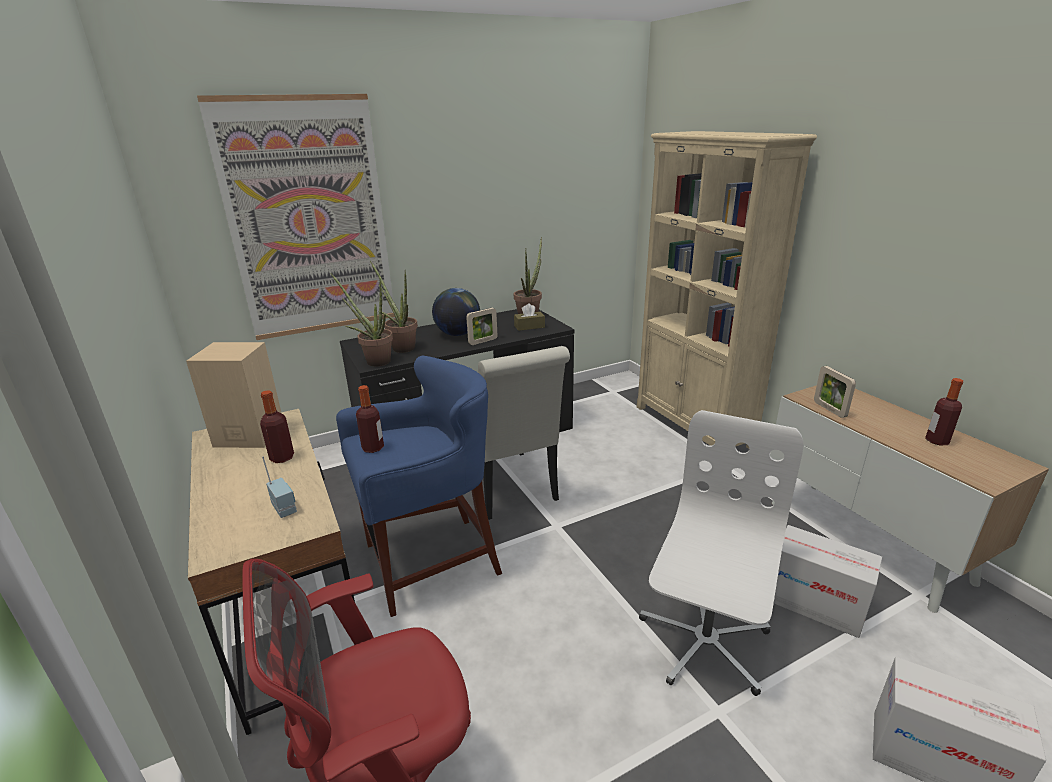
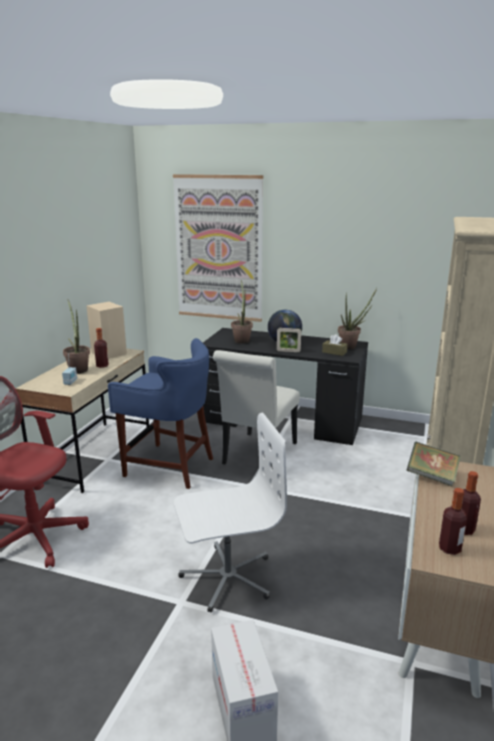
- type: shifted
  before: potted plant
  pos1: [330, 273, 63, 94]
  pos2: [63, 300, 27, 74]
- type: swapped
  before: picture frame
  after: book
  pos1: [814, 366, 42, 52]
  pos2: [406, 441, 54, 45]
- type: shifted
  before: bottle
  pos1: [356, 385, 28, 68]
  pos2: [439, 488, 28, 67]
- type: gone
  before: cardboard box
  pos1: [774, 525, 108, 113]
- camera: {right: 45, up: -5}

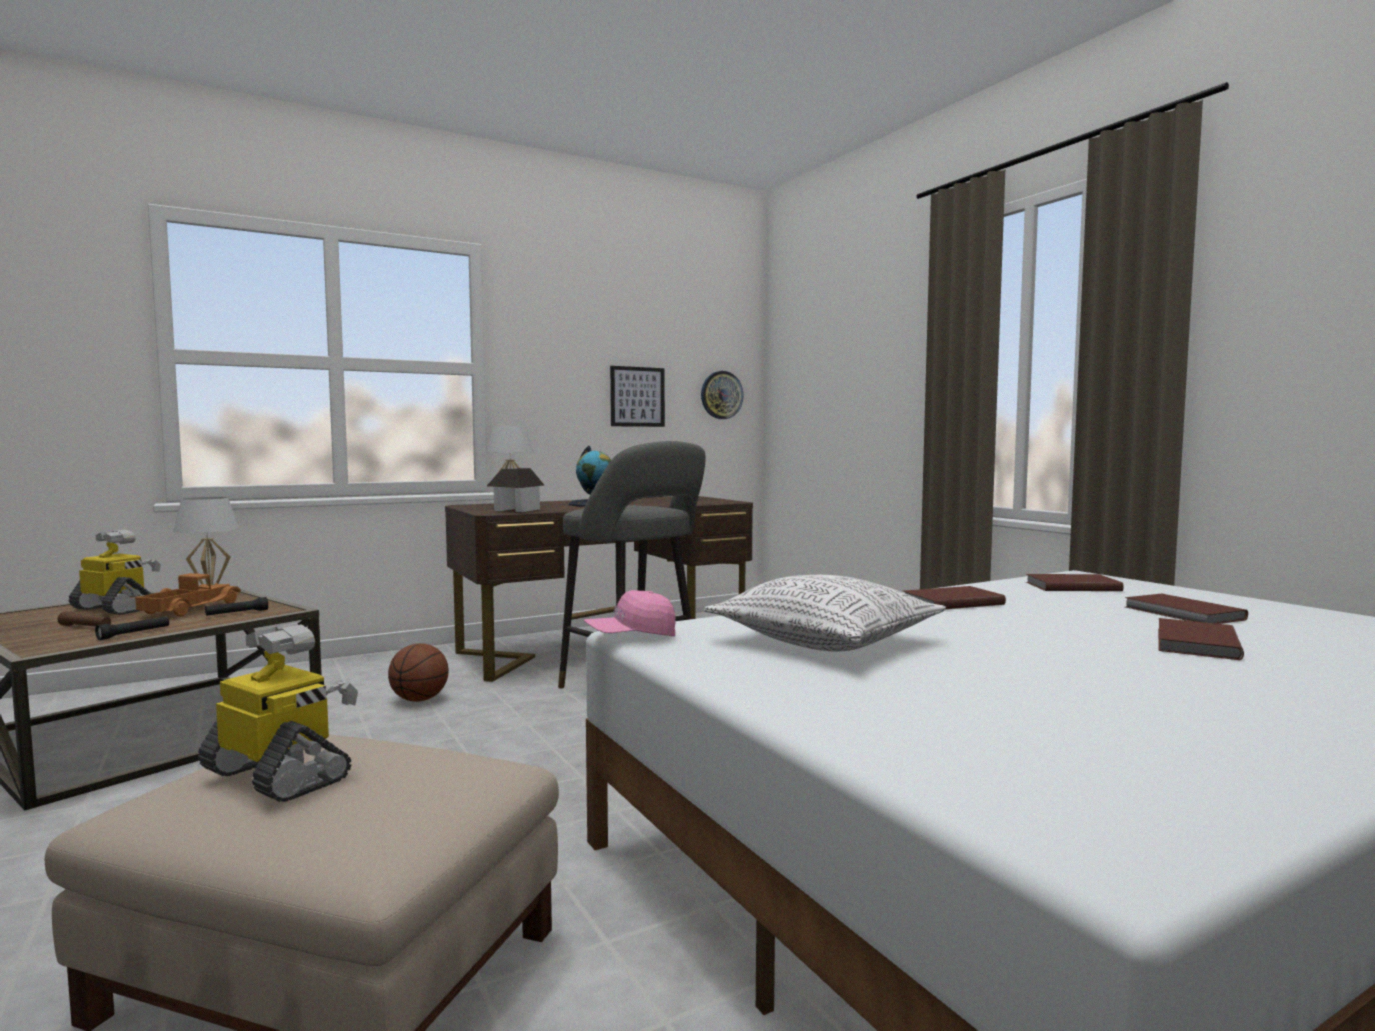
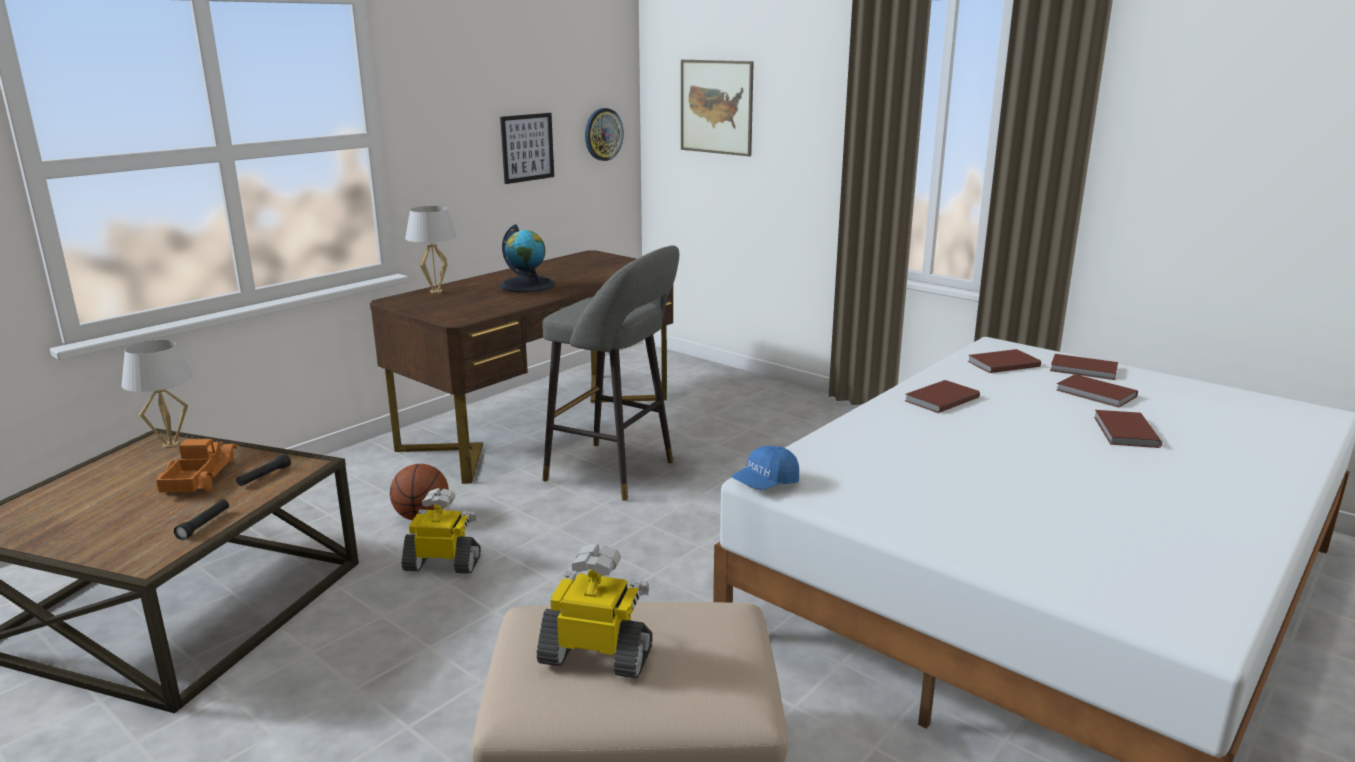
- type: shifted
  before: toy robot
  pos1: [69, 529, 92, 86]
  pos2: [401, 488, 80, 86]
- type: new
  after: picture
  pos2: [681, 60, 73, 96]
- type: repainted
  before: pink cap
  after: blue cap
  pos1: [584, 590, 92, 47]
  pos2: [731, 446, 68, 44]
- type: new
  after: brown book
  pos2: [1050, 354, 68, 26]
- type: gone
  before: brown flashlight
  pos1: [57, 611, 54, 15]
- type: gone
  before: toy house
  pos1: [487, 468, 57, 44]
- type: gone
  before: pillow
  pos1: [704, 575, 242, 77]
- camera: {right: -20, up: 15}

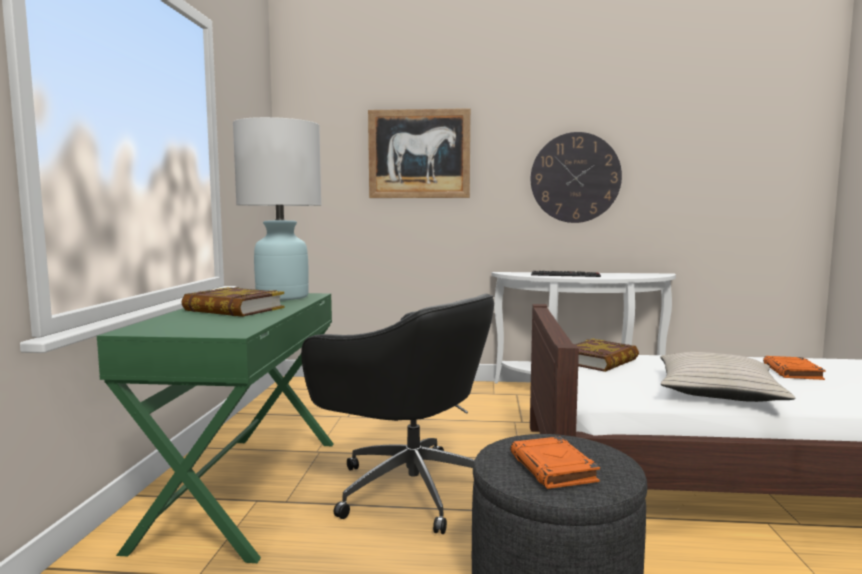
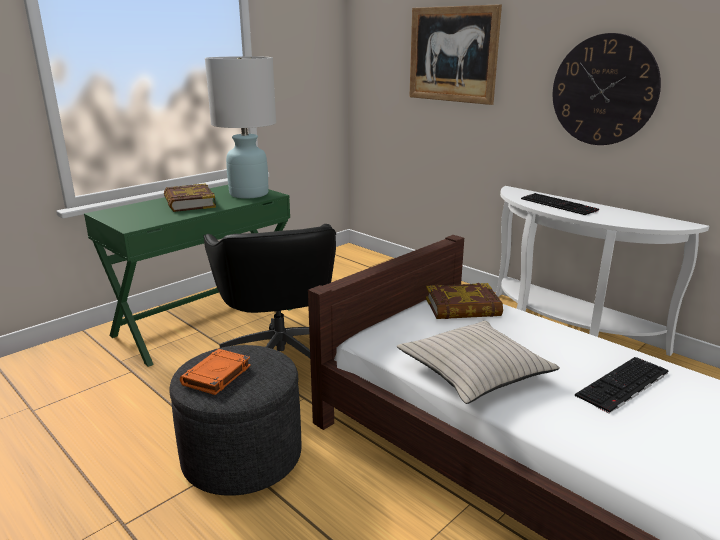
- type: swapped
  before: orange book
  after: keyboard
  pos1: [763, 356, 63, 24]
  pos2: [575, 357, 93, 57]
- camera: {right: 40, up: 15}

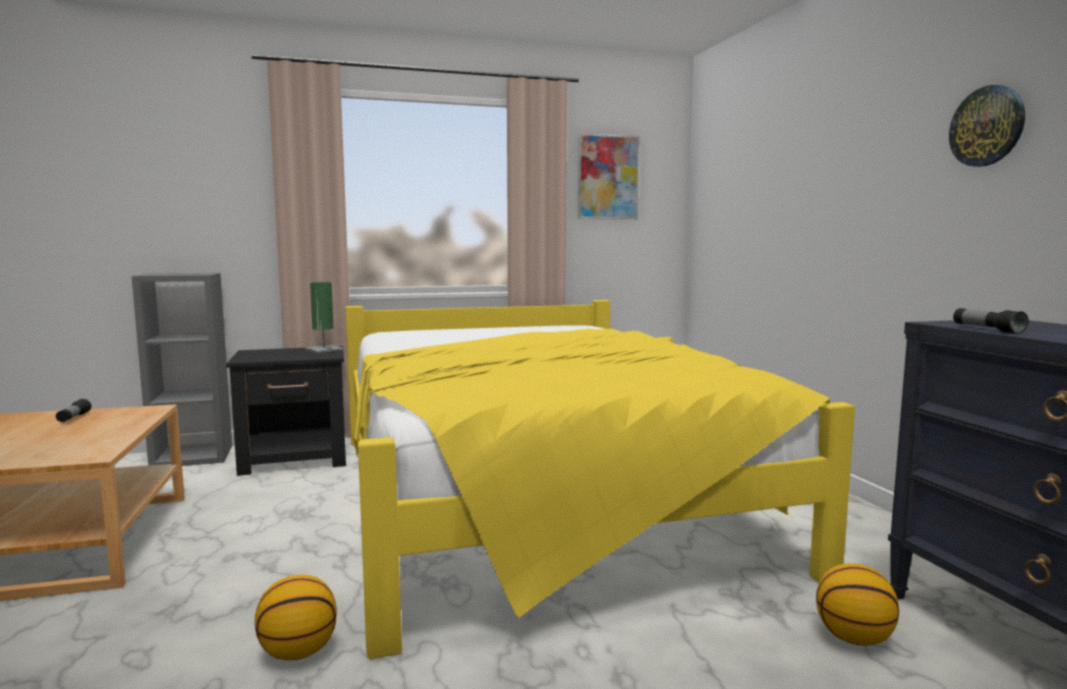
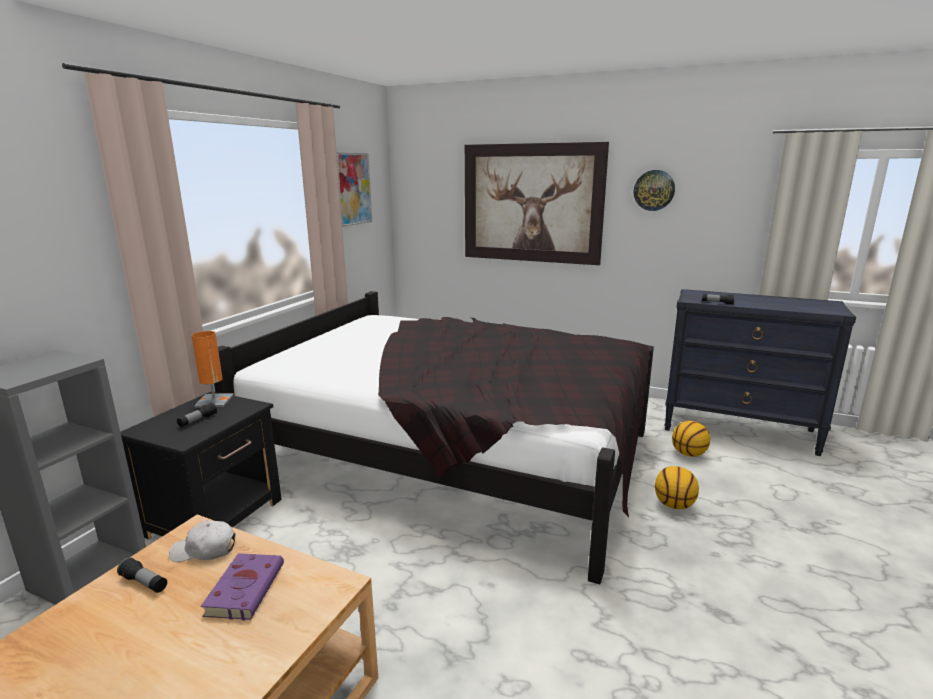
- type: new
  after: white cap
  pos2: [169, 520, 66, 42]
- type: new
  after: flashlight
  pos2: [177, 402, 41, 25]
- type: repainted
  before: green table lamp
  after: orange table lamp
  pos1: [305, 282, 38, 71]
  pos2: [191, 331, 43, 77]
- type: new
  after: purple book
  pos2: [201, 553, 83, 67]
- type: repainted
  before: yellow bed
  after: black bed
  pos1: [345, 300, 510, 359]
  pos2: [214, 291, 440, 293]
- type: new
  after: picture
  pos2: [465, 142, 144, 123]
- type: shifted
  before: basketball
  pos1: [255, 575, 82, 85]
  pos2: [655, 466, 44, 43]
- camera: {right: -50, up: 10}

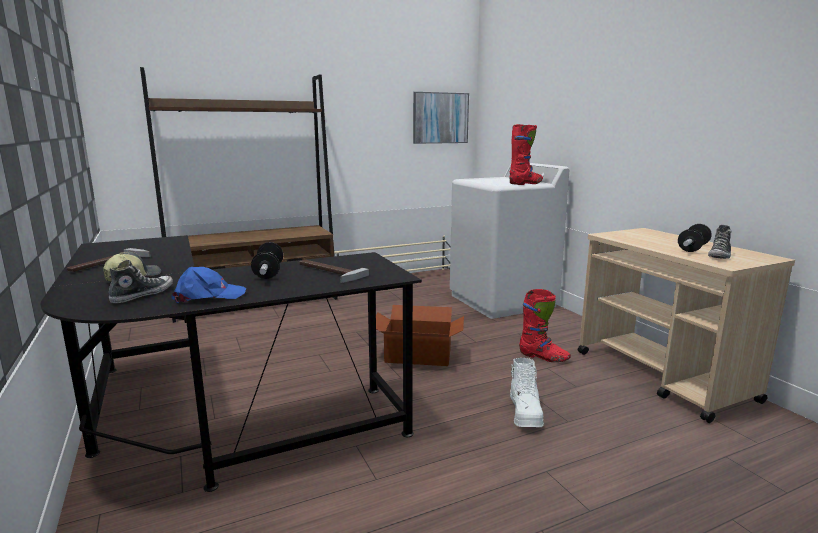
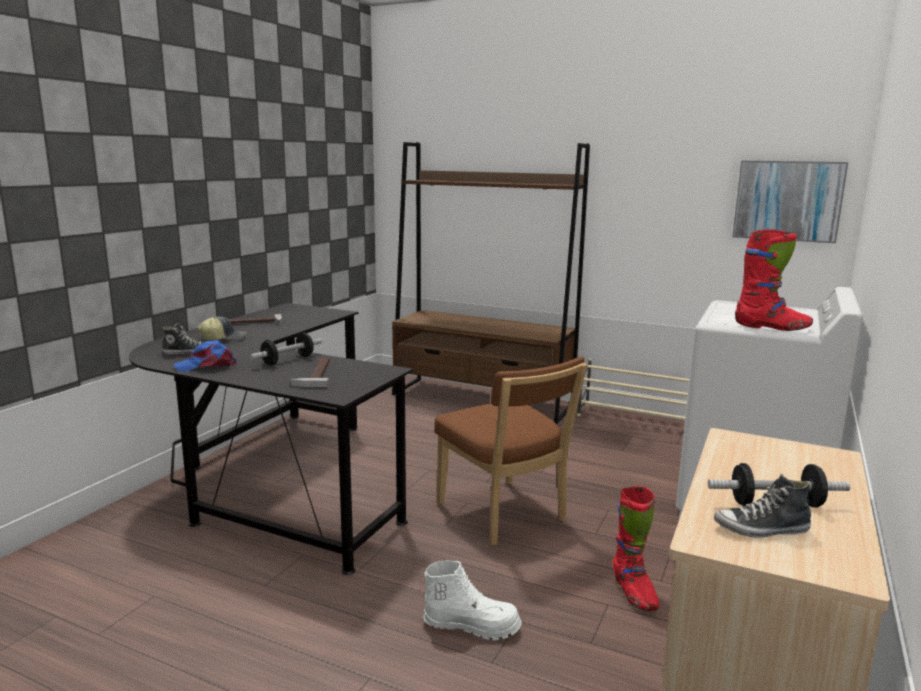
- type: rotated
  before: blue cap
  pos1: [171, 267, 75, 36]
  pos2: [174, 340, 63, 32]
  turn: 135
- type: rotated
  before: white boot
  pos1: [510, 358, 34, 69]
  pos2: [423, 561, 99, 79]
  turn: -135
- type: swapped
  before: cardboard box
  after: brown chair
  pos1: [376, 305, 88, 61]
  pos2: [434, 356, 153, 190]
- camera: {right: 50, up: 0}

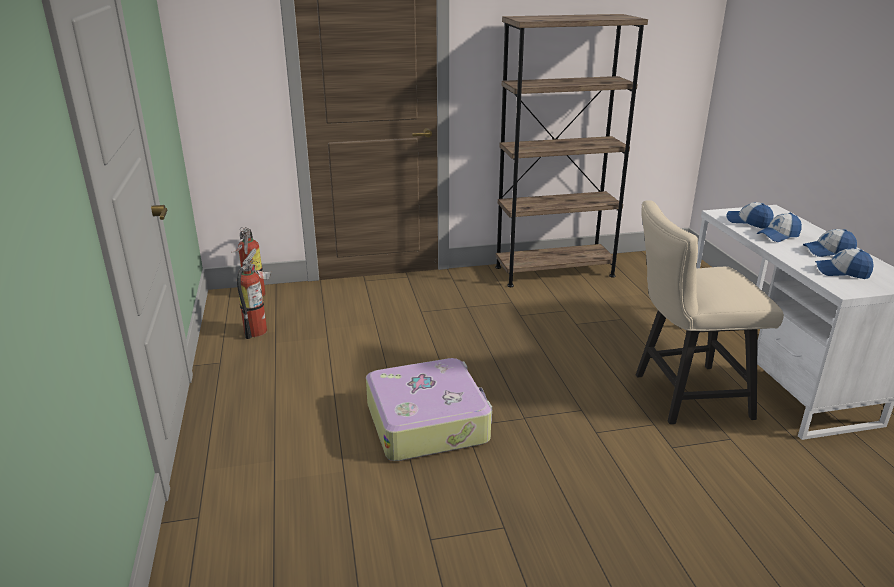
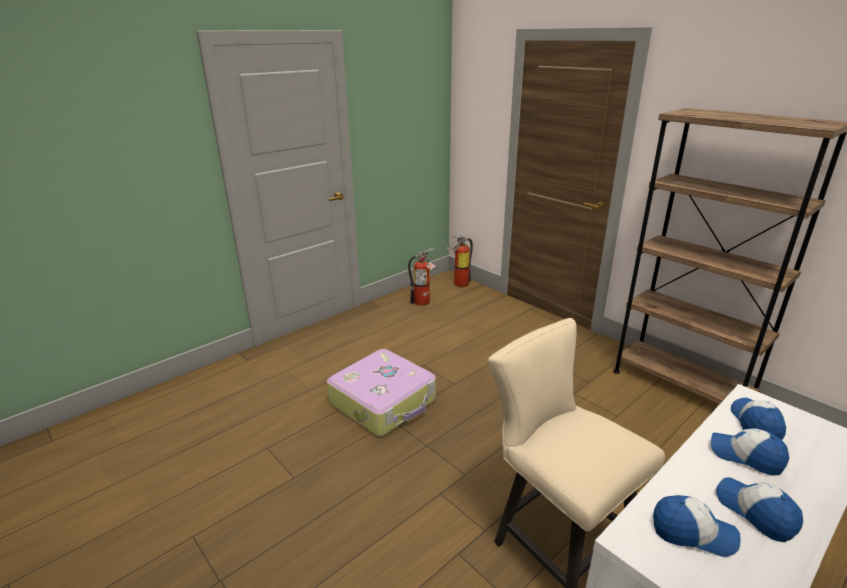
- type: rotated
  before: cap
  pos1: [815, 248, 59, 31]
  pos2: [653, 495, 88, 62]
  turn: 120
- camera: {right: 60, up: 0}

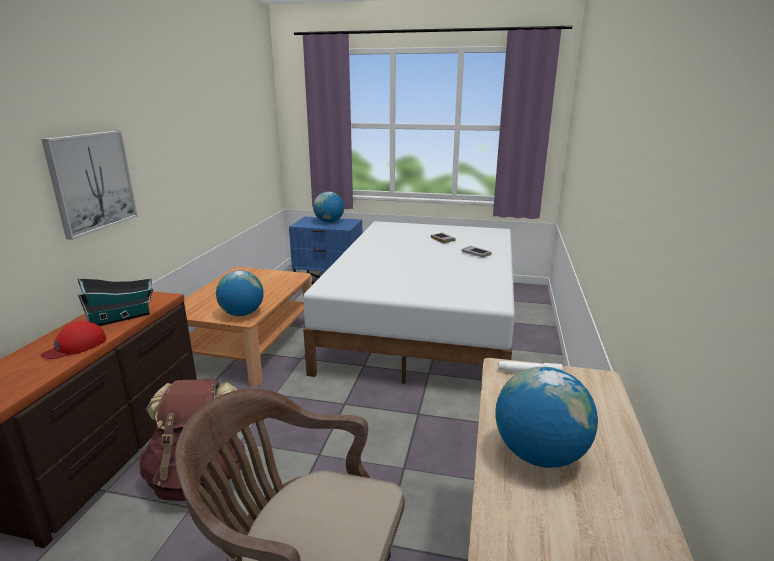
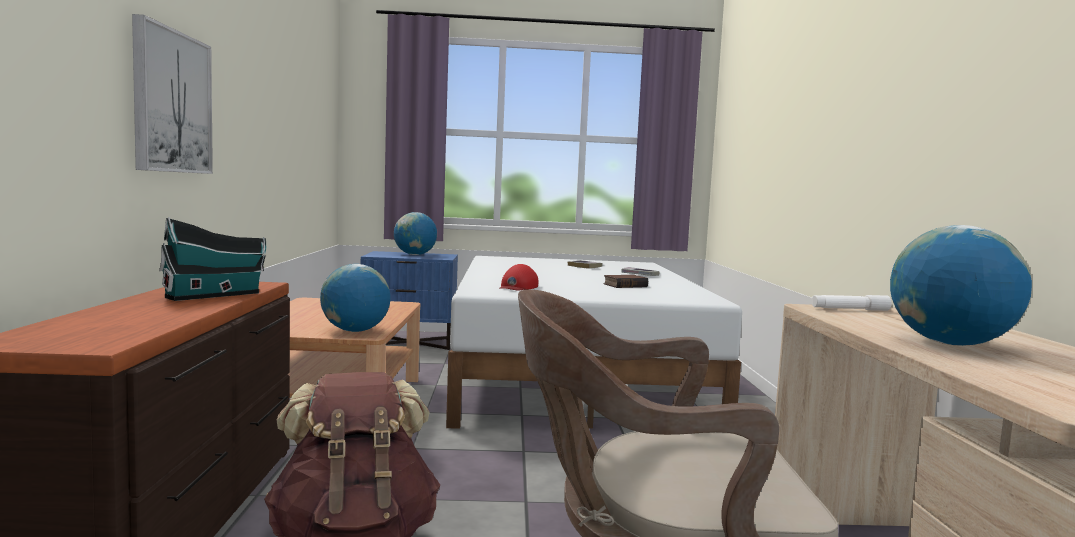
- type: shifted
  before: red cap
  pos1: [40, 321, 66, 38]
  pos2: [499, 264, 39, 26]
- type: new
  after: book
  pos2: [604, 275, 44, 13]
- camera: {right: -15, up: -15}

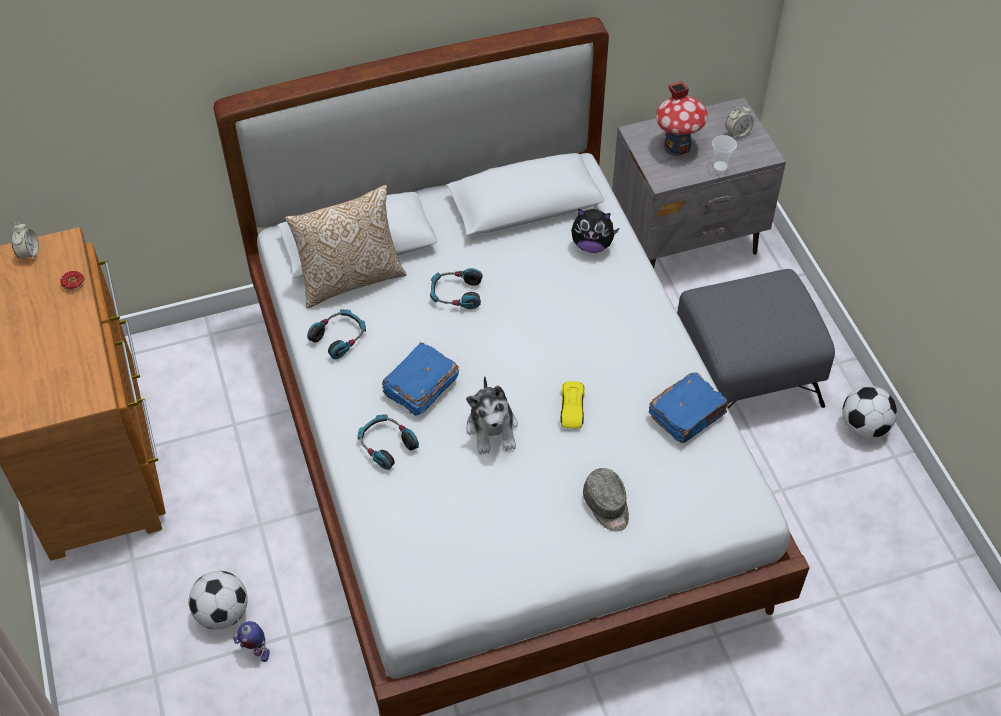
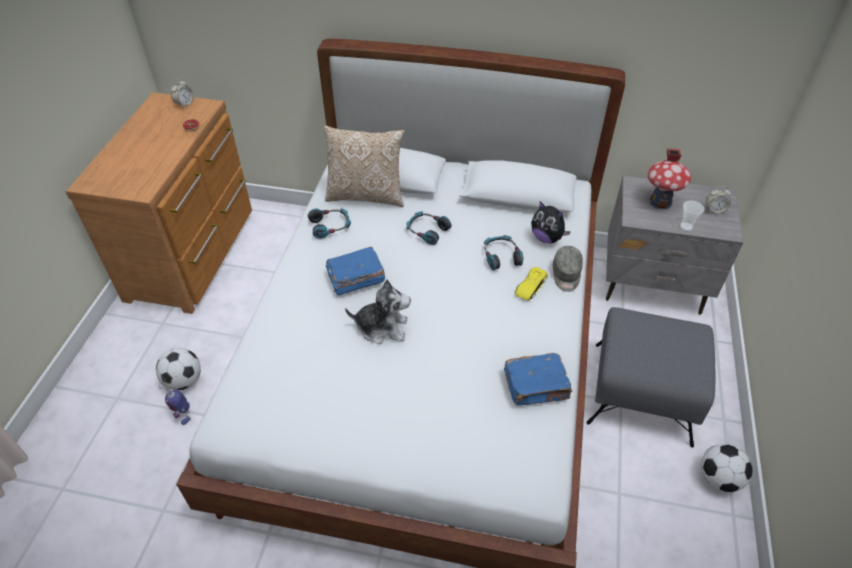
- type: rotated
  before: plush toy
  pos1: [466, 376, 52, 78]
  pos2: [345, 279, 66, 65]
  turn: -105
- type: shifted
  before: headphones
  pos1: [357, 414, 62, 56]
  pos2: [484, 235, 40, 35]
- type: shifted
  before: yellow toy car
  pos1: [560, 381, 25, 48]
  pos2: [515, 267, 33, 33]
- type: shifted
  before: grey cap
  pos1: [583, 468, 46, 64]
  pos2: [553, 246, 30, 46]
- camera: {right: 30, up: -5}

